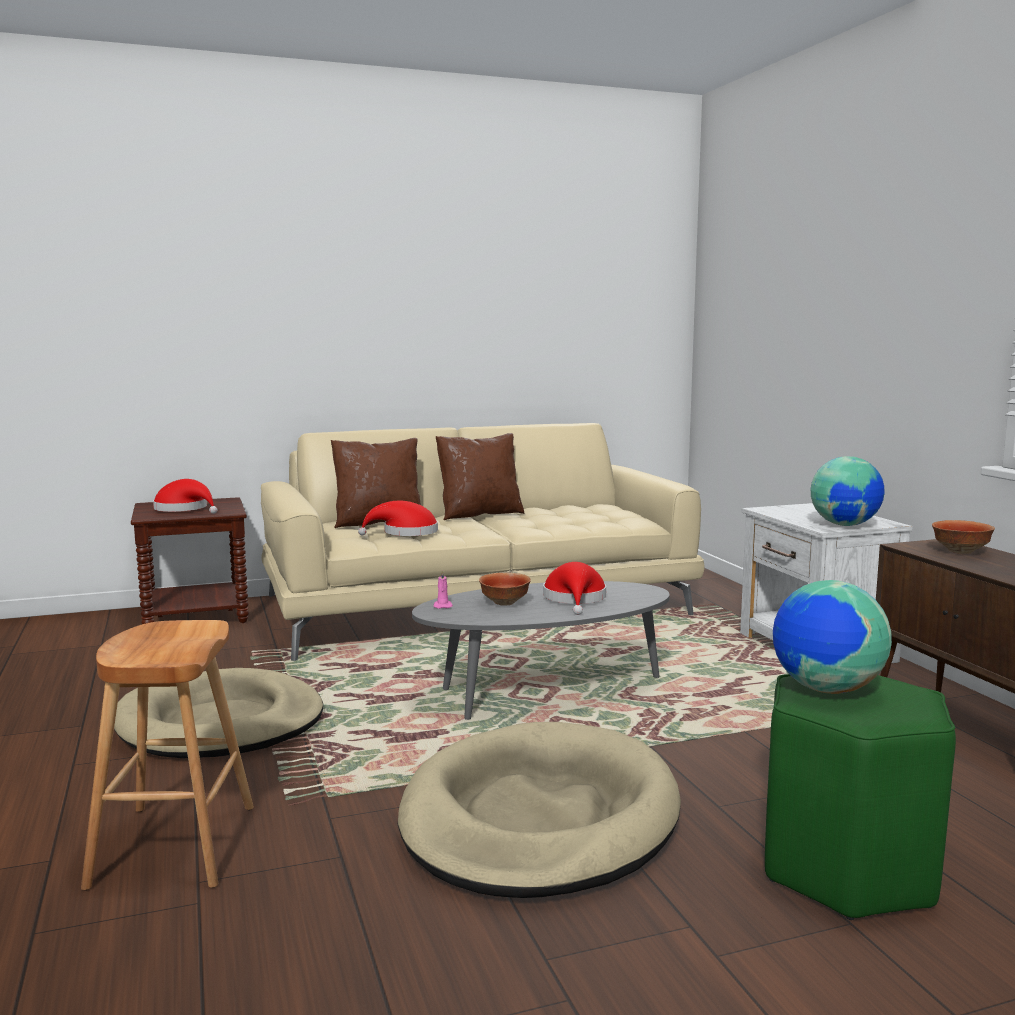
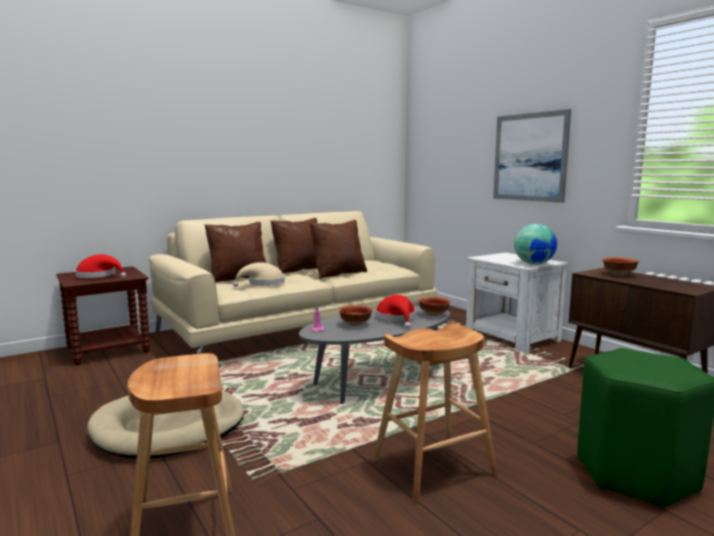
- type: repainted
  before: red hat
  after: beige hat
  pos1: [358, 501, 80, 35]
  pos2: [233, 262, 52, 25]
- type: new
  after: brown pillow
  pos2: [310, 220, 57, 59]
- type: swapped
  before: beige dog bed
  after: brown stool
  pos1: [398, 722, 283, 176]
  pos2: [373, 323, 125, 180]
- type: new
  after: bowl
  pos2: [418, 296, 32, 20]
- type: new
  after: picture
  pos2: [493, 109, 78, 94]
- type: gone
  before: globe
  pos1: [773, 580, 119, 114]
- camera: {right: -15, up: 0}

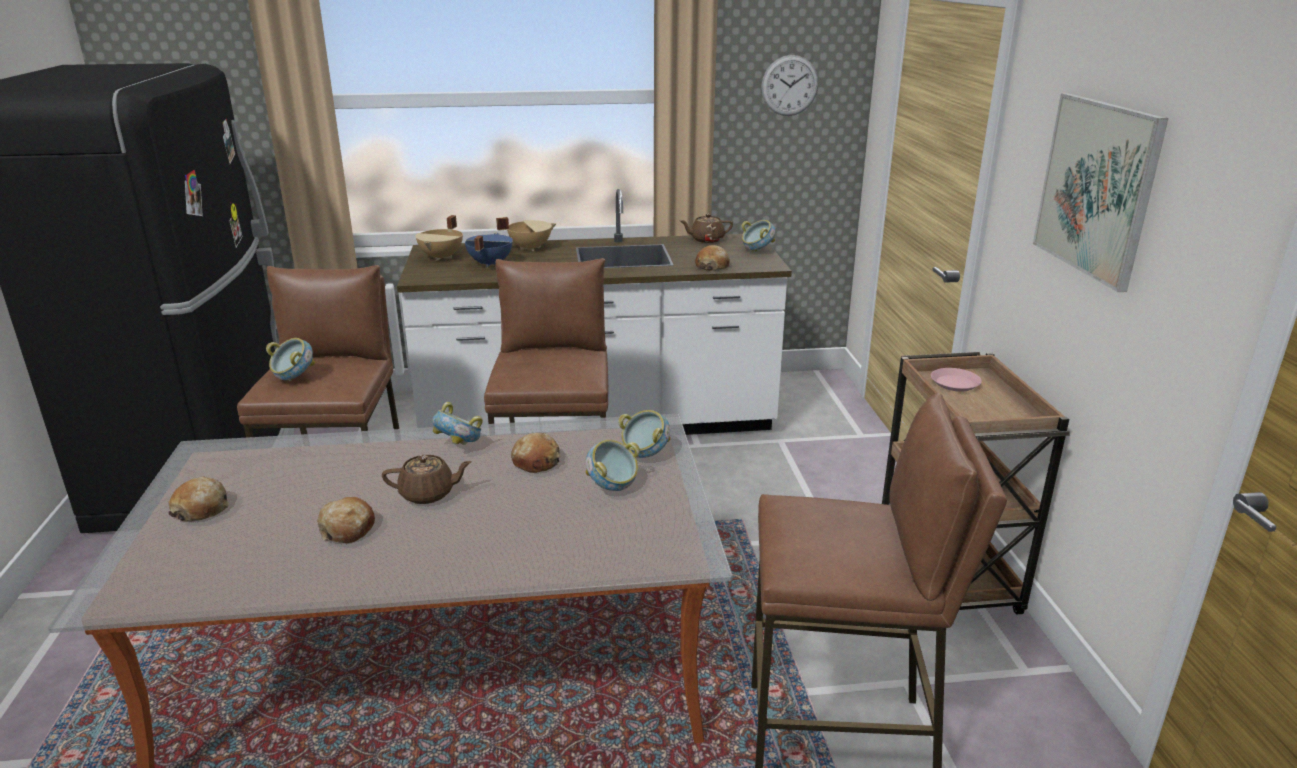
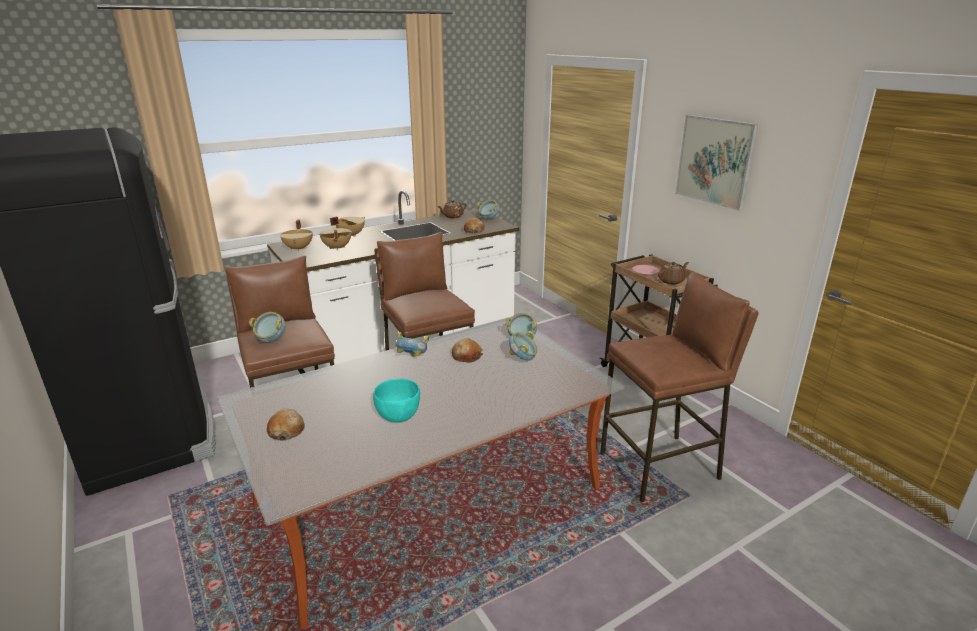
- type: repainted
  before: blue cooking pot
  after: beige cooking pot
  pos1: [465, 233, 48, 34]
  pos2: [319, 227, 33, 23]
- type: swapped
  before: bread
  after: turquoise bowl
  pos1: [317, 497, 58, 46]
  pos2: [373, 379, 47, 43]
- type: shifted
  before: brown teapot
  pos1: [382, 455, 90, 49]
  pos2: [658, 262, 31, 22]
- type: gone
  before: wall clock
  pos1: [761, 55, 57, 61]
- camera: {right: -25, up: 0}

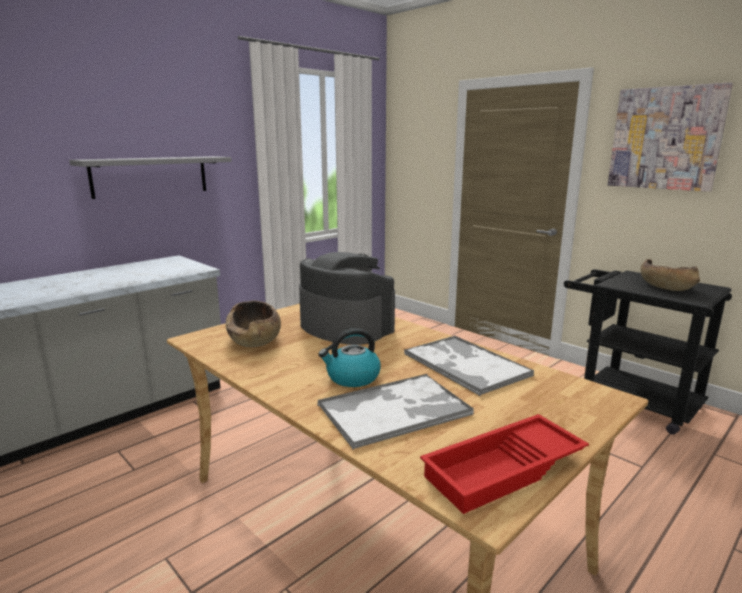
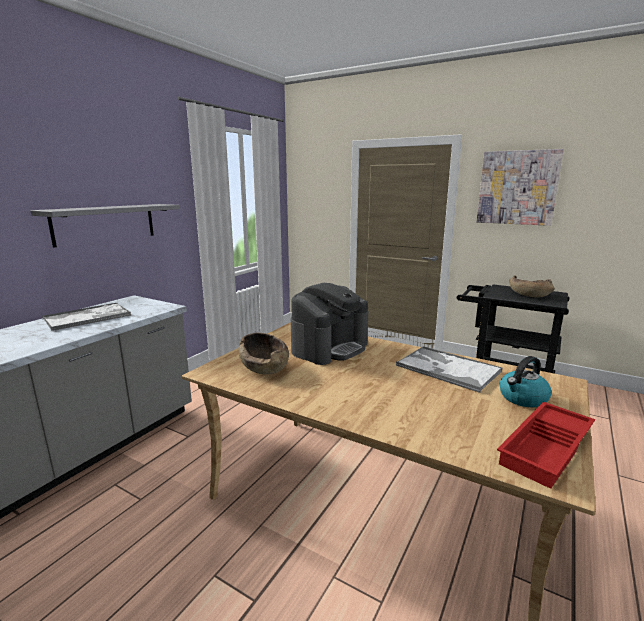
- type: shifted
  before: tray
  pos1: [318, 374, 156, 76]
  pos2: [42, 303, 89, 28]
- type: rotated
  before: coffee machine
  pos1: [299, 252, 96, 93]
  pos2: [291, 283, 77, 82]
  turn: 105
- type: shifted
  before: kettle
  pos1: [318, 328, 63, 59]
  pos2: [499, 356, 53, 51]
- camera: {right: -15, up: 0}

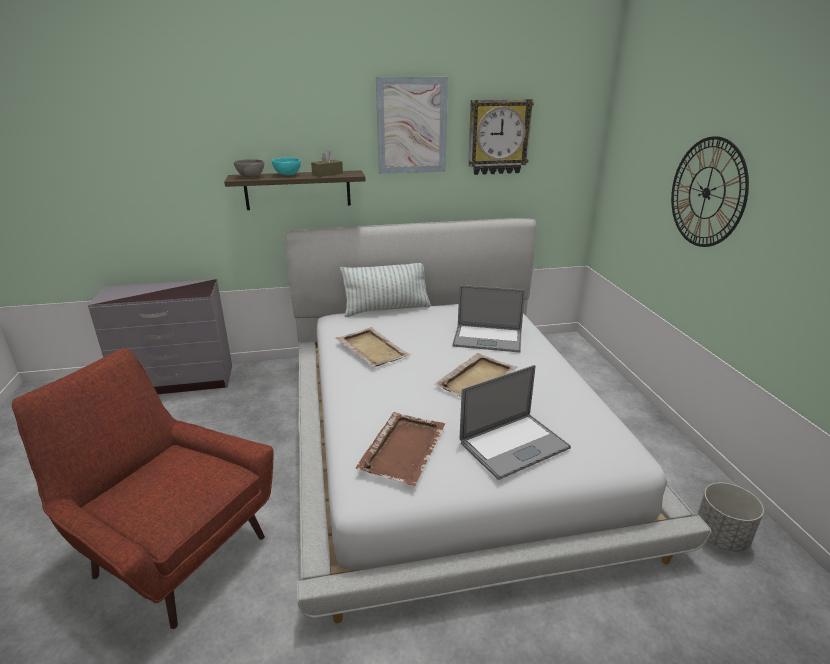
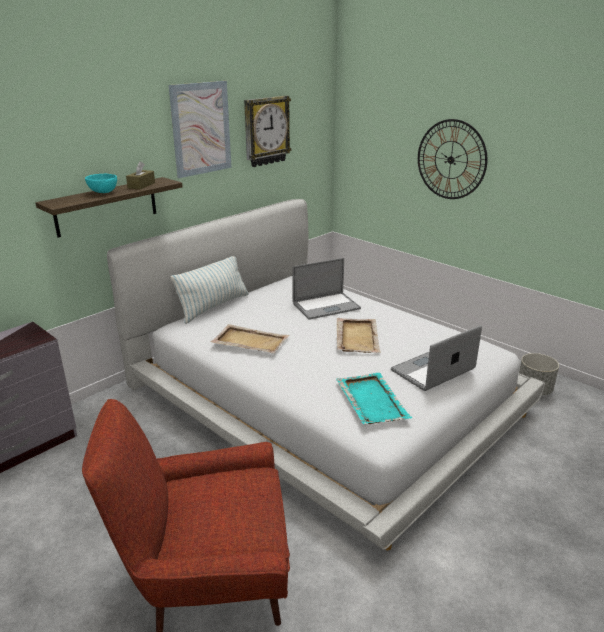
- type: repainted
  before: brown tray
  after: turquoise tray
  pos1: [356, 412, 89, 74]
  pos2: [336, 373, 76, 51]
- type: rotated
  before: laptop
  pos1: [460, 365, 111, 115]
  pos2: [391, 325, 91, 66]
  turn: -150
- type: gone
  before: grey bowl
  pos1: [234, 159, 30, 18]
- camera: {right: -35, up: 0}

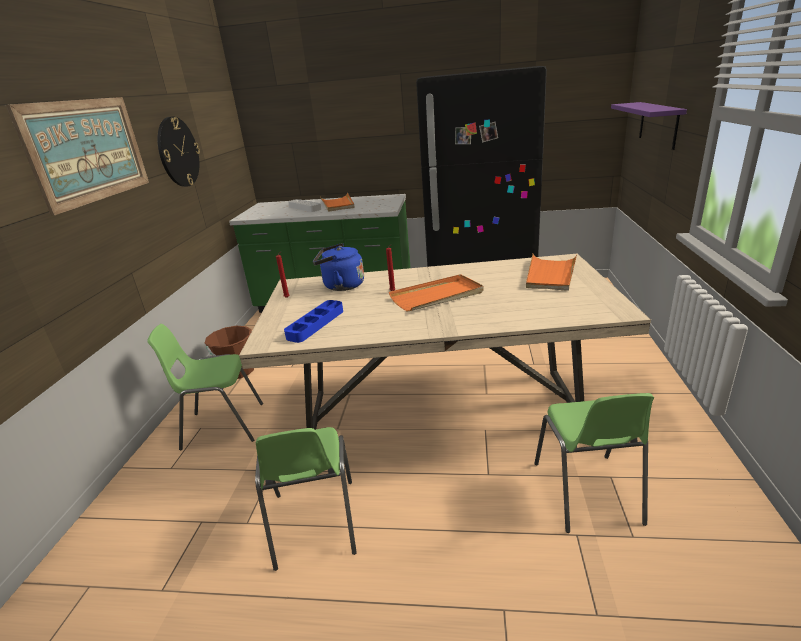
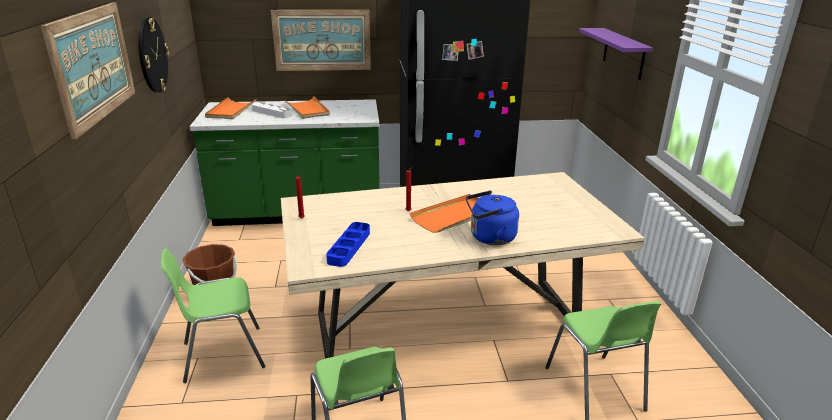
- type: shifted
  before: orange tray
  pos1: [526, 254, 51, 37]
  pos2: [205, 97, 52, 22]
- type: new
  after: picture
  pos2: [271, 10, 100, 61]
- type: shifted
  before: blue kettle
  pos1: [313, 243, 51, 48]
  pos2: [466, 190, 53, 55]
- camera: {right: -15, up: 0}

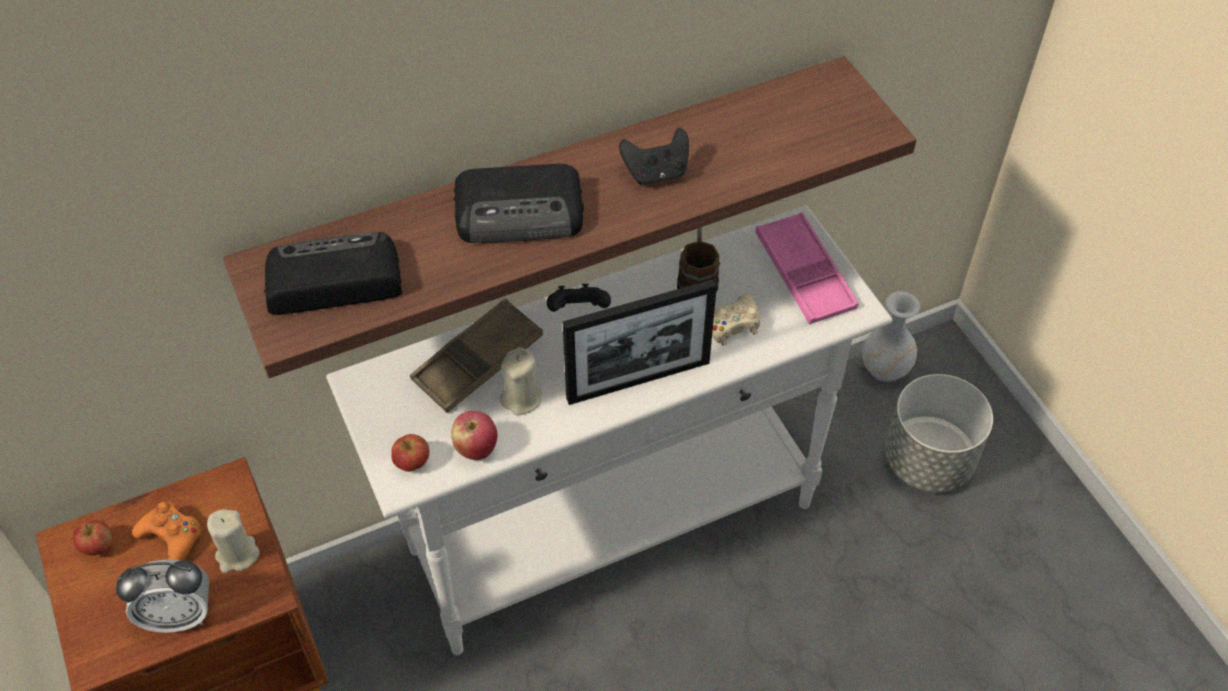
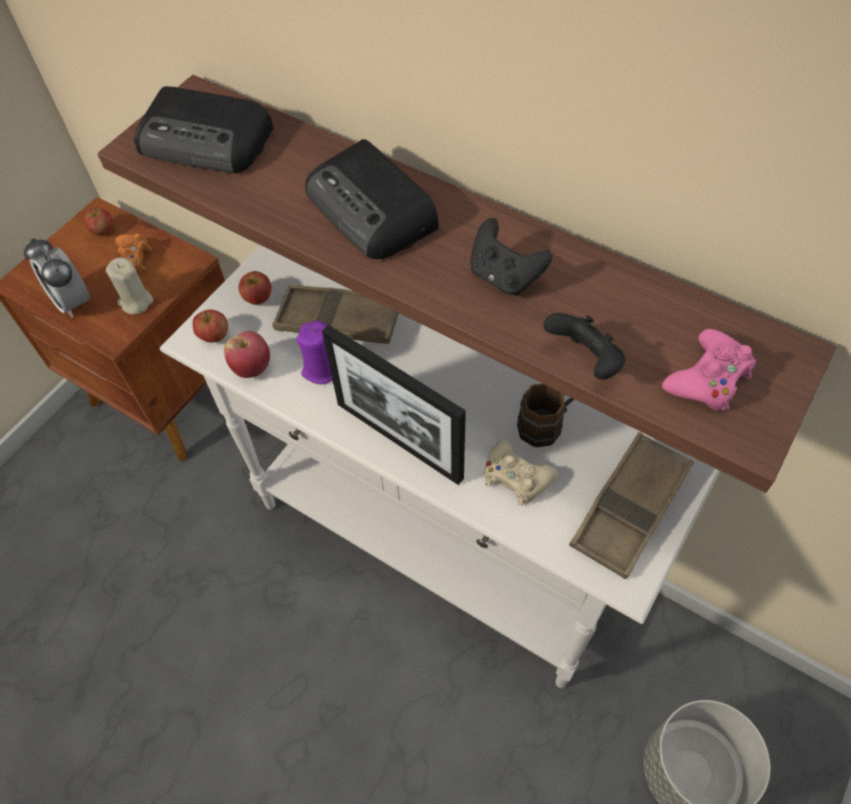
- type: rotated
  before: radio
  pos1: [264, 232, 138, 82]
  pos2: [134, 86, 140, 87]
  turn: 150
- type: new
  after: apple
  pos2: [238, 271, 34, 34]
- type: repainted
  before: beige candle
  after: purple candle
  pos1: [500, 347, 42, 68]
  pos2: [296, 321, 37, 63]
- type: shifted
  before: black game controller
  pos1: [547, 283, 64, 29]
  pos2: [543, 313, 83, 66]
- type: repainted
  before: pink tray
  after: brown tray
  pos1: [755, 212, 103, 112]
  pos2: [569, 432, 125, 147]
- type: new
  after: pink game controller
  pos2: [662, 329, 94, 82]
- type: gone
  before: white vase
  pos1: [862, 291, 58, 91]
- camera: {right: 60, up: 5}

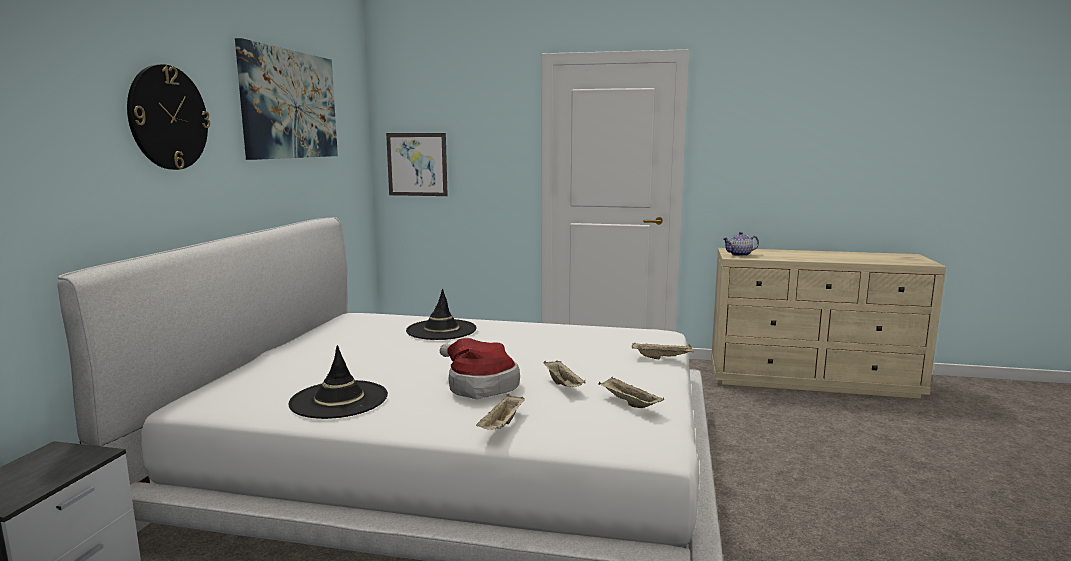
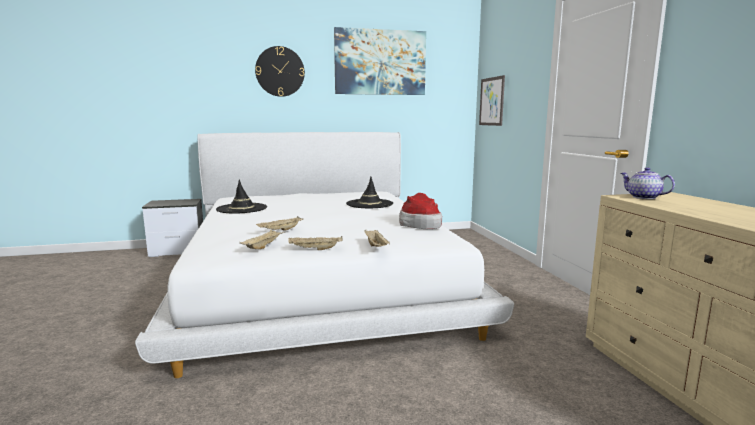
- type: shifted
  before: beige tray
  pos1: [476, 394, 49, 36]
  pos2: [288, 236, 54, 14]
- type: shifted
  before: hat
  pos1: [440, 338, 80, 61]
  pos2: [399, 193, 43, 36]
- camera: {right: 65, up: 0}

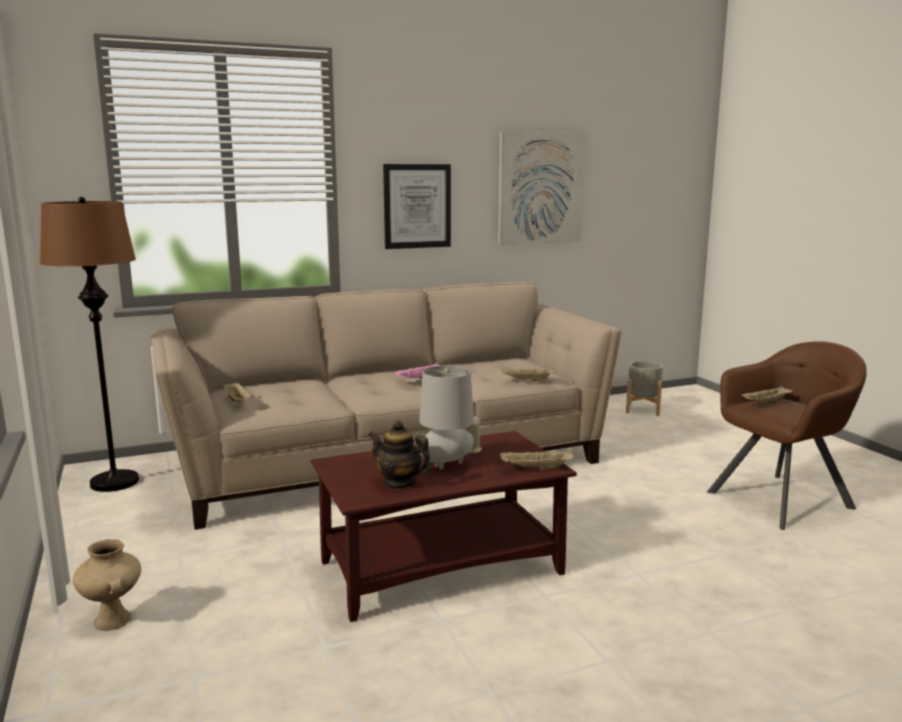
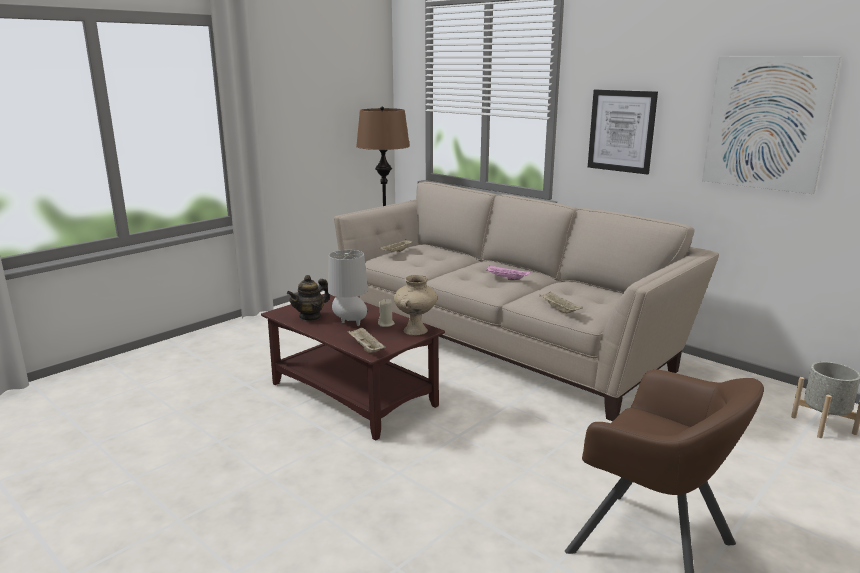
- type: rotated
  before: teapot
  pos1: [369, 420, 63, 70]
  pos2: [287, 275, 43, 46]
  turn: -135
- type: shifted
  before: beige vase
  pos1: [73, 539, 68, 92]
  pos2: [394, 275, 43, 61]
- type: gone
  before: beige tray
  pos1: [741, 386, 51, 18]
- camera: {right: 65, up: 5}

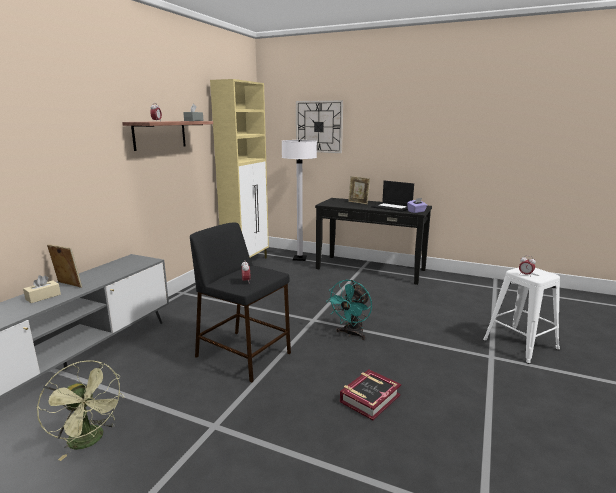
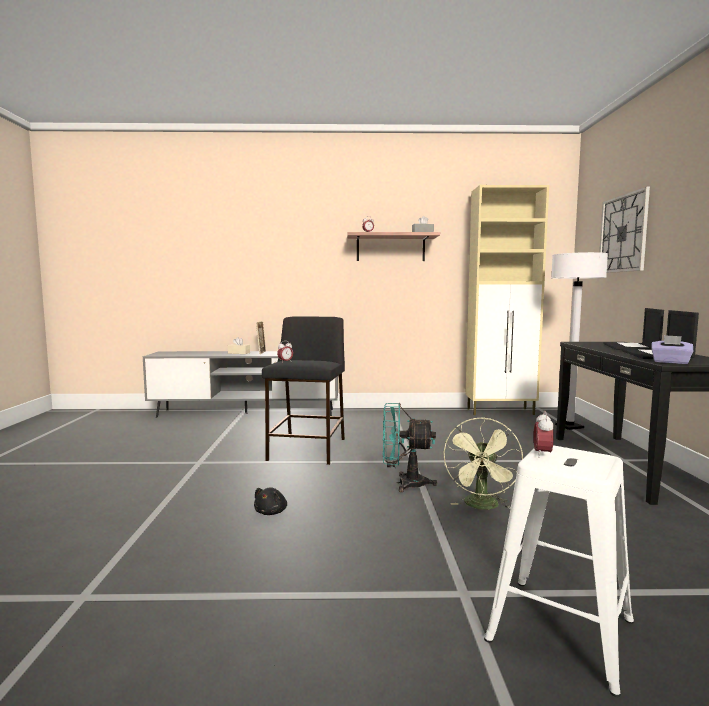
- type: swapped
  before: book
  after: black plush toy
  pos1: [340, 370, 61, 50]
  pos2: [254, 488, 33, 27]
- type: shifted
  before: green fan
  pos1: [37, 360, 87, 101]
  pos2: [443, 418, 80, 92]
- type: swapped
  before: picture frame
  after: laptop
  pos1: [348, 176, 22, 28]
  pos2: [603, 308, 61, 42]
- camera: {right: 65, up: -10}

